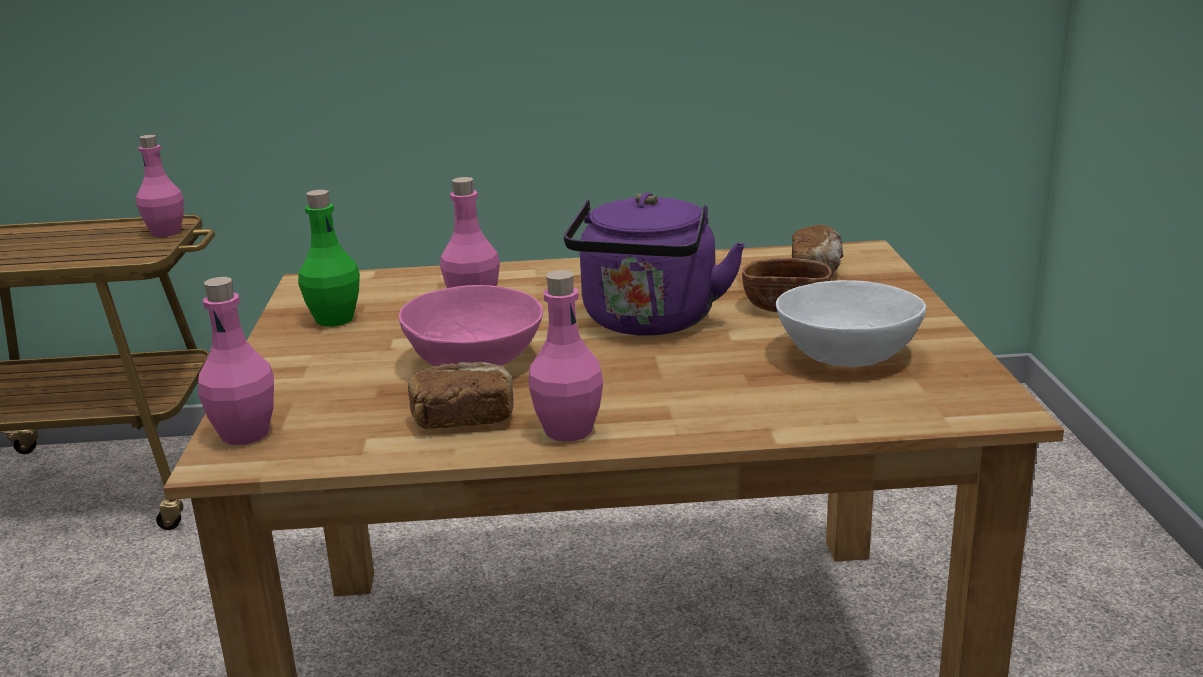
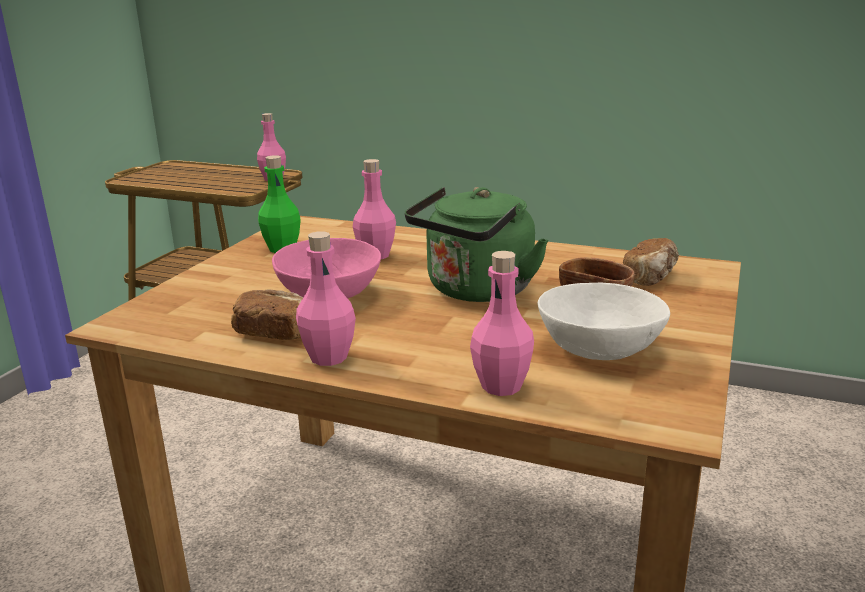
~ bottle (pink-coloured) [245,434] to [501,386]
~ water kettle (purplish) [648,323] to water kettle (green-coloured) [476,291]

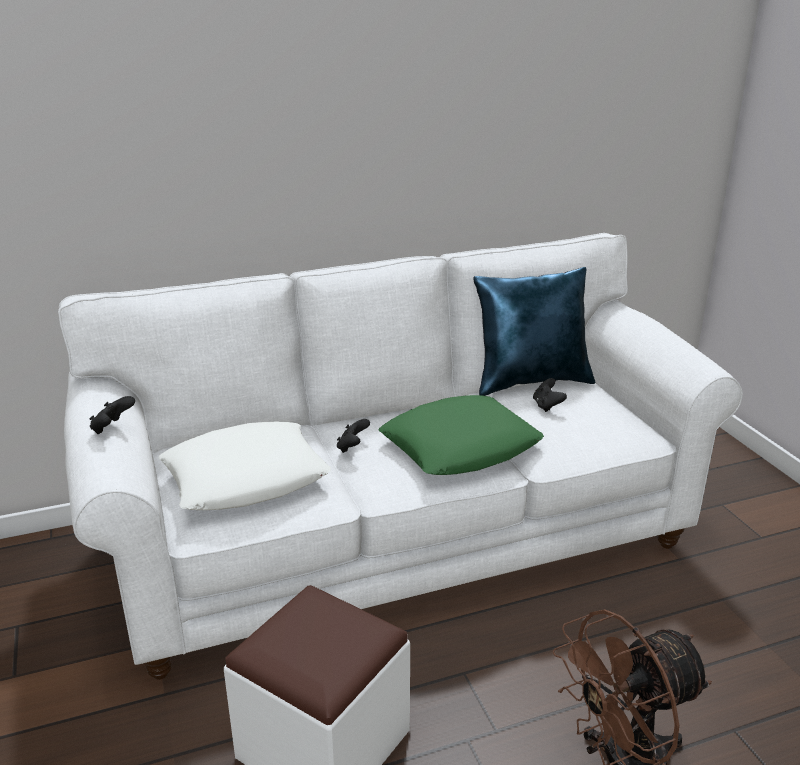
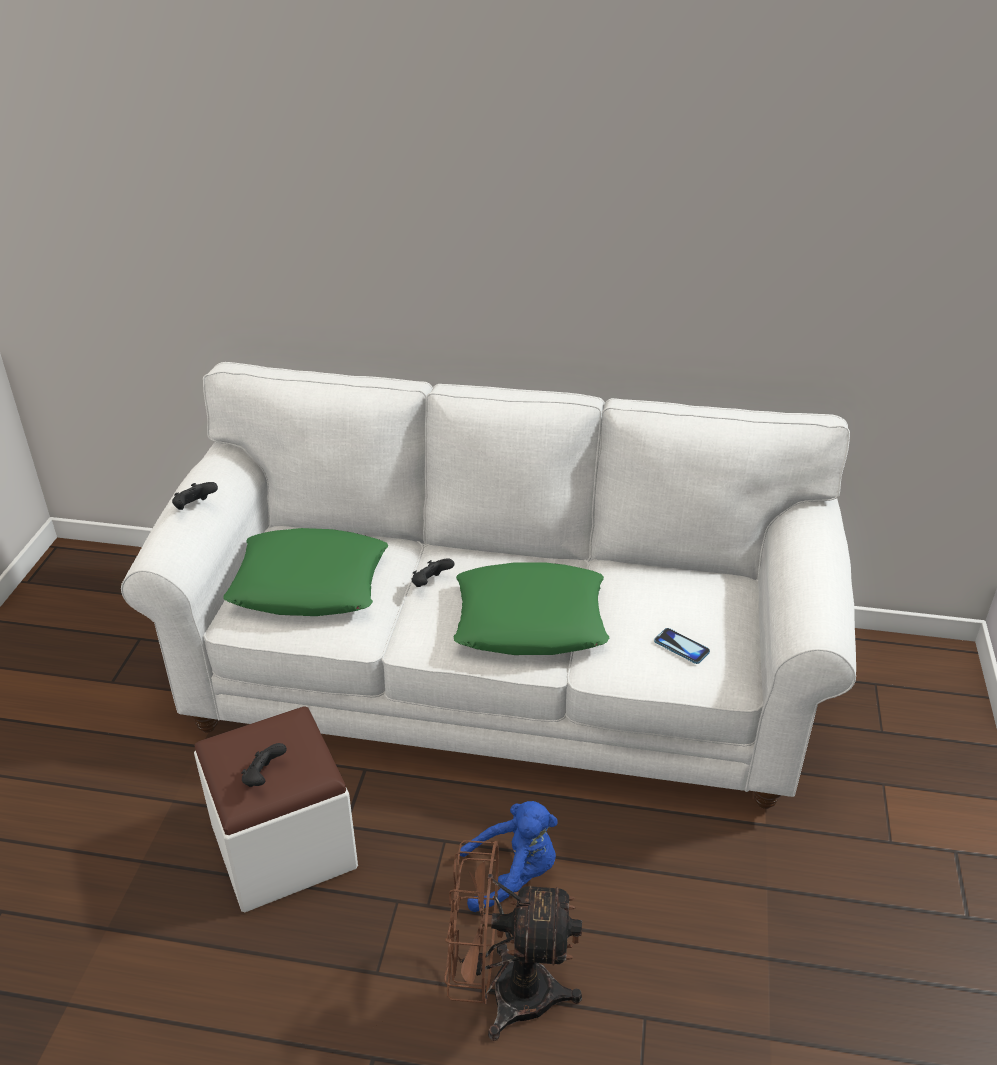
- pillow (blue) [531,381]
+ soft toy (blue) [513,875]
+ phone [681,647]
~ game controller (black-coloured) [547,406] to [264,777]
~ pillow (whitish) [246,477] to pillow (green-coloured) [310,584]

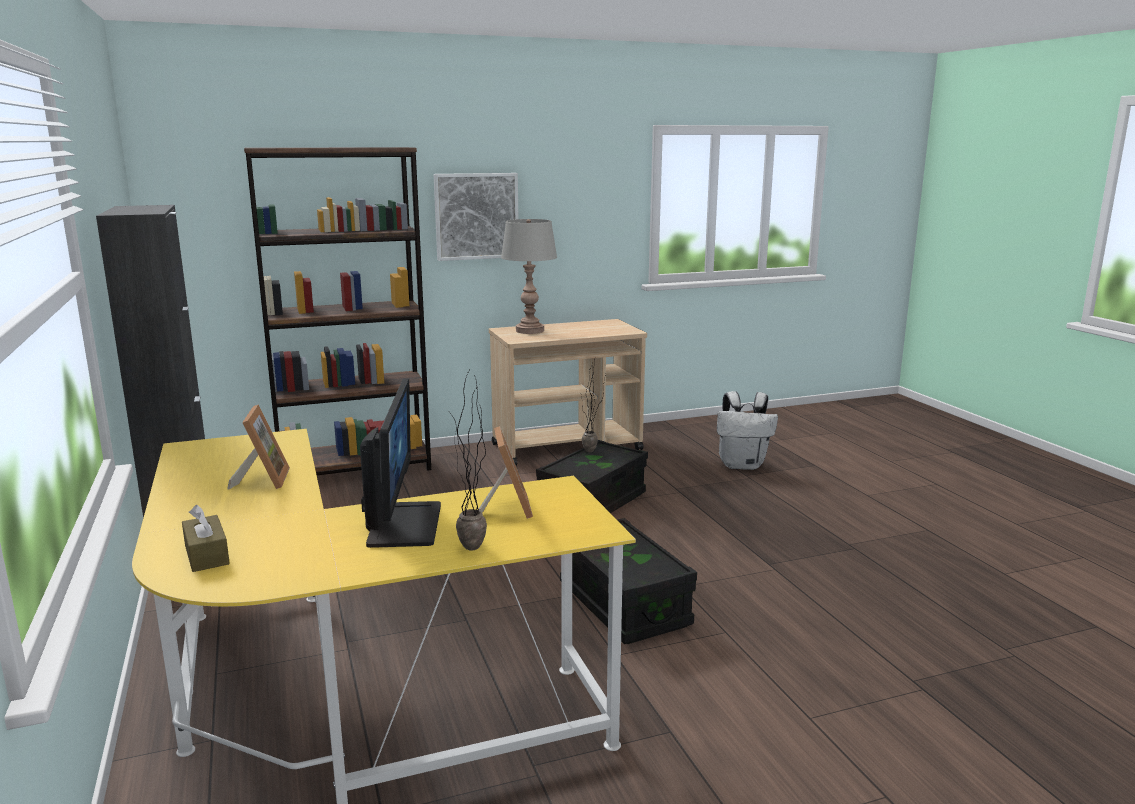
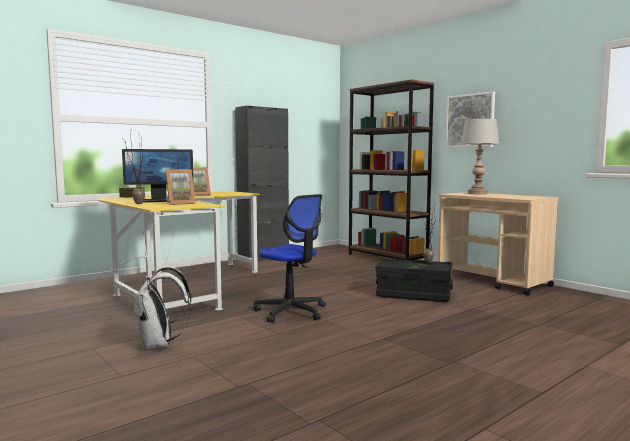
~ knapsack (whitish) [742,465] to [160,344]
~ storage box (black-coloured) [623,604] to desk chair [291,312]

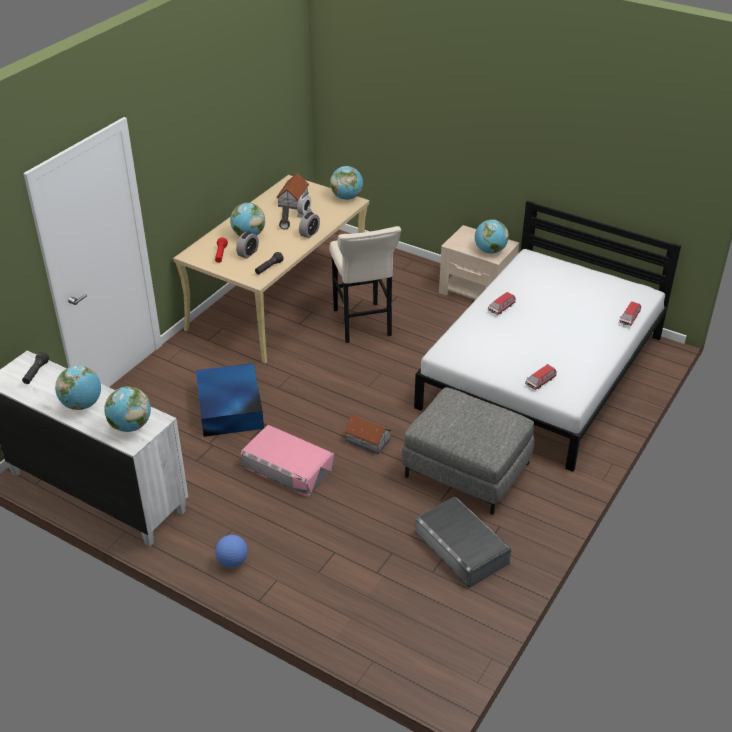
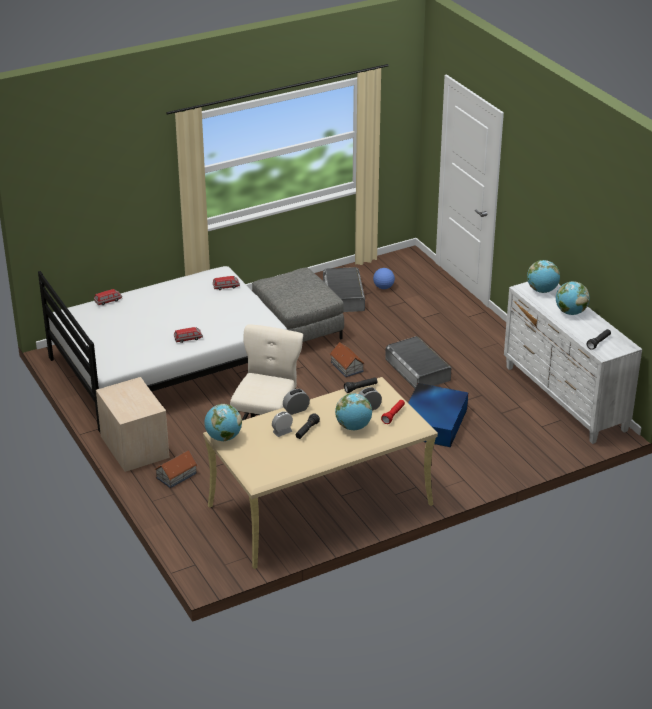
- globe [490,251]
~ football [232,561] to [383,287]
~ model house [293,199] to [176,475]
~ storage box (pink-coloured) [287,467] to storage box (gray) [418,369]

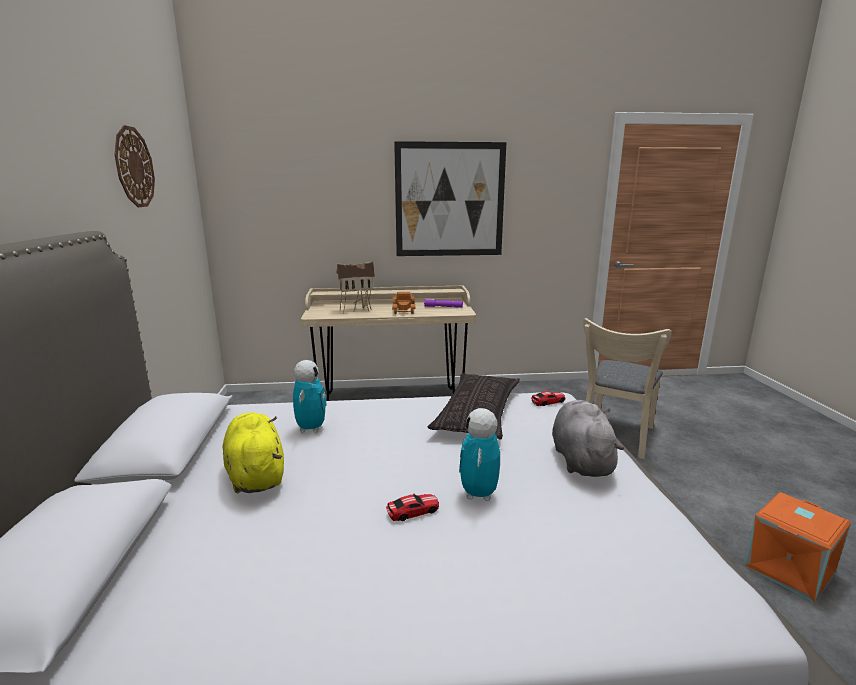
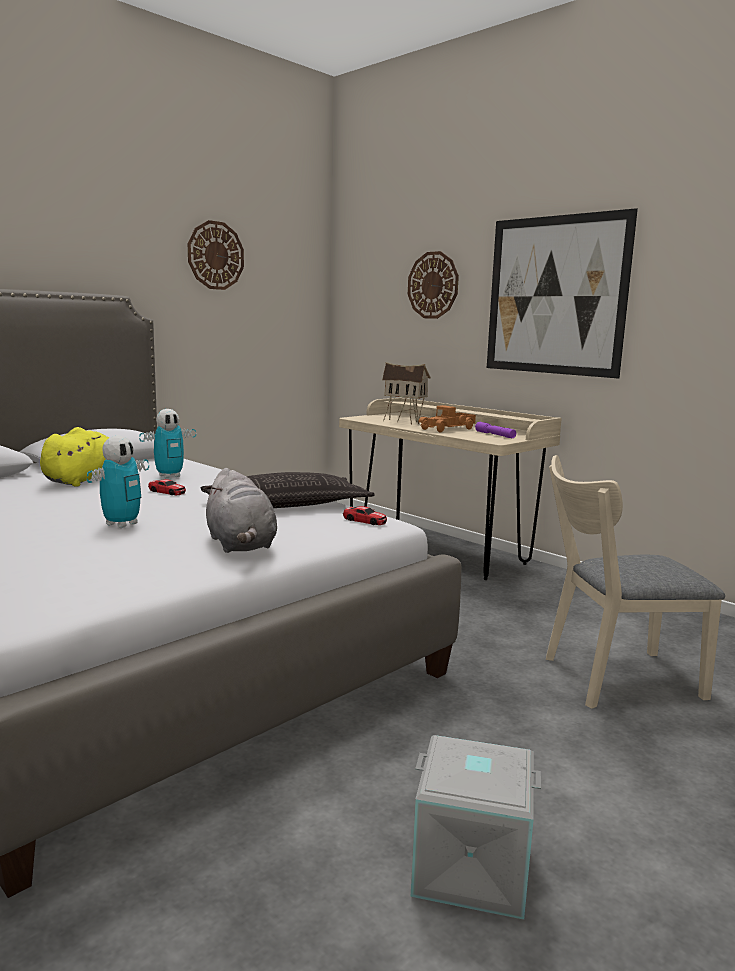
+ clock on the wall [433,285]
~ model car [413,511] to [167,492]
~ storage box (orange-coloured) [790,570] to storage box (gray) [470,868]
~ toy robot [478,494] = [122,524] 150 degrees clockwise
~ soft toy (gray) [581,459] = [241,545] 105 degrees clockwise

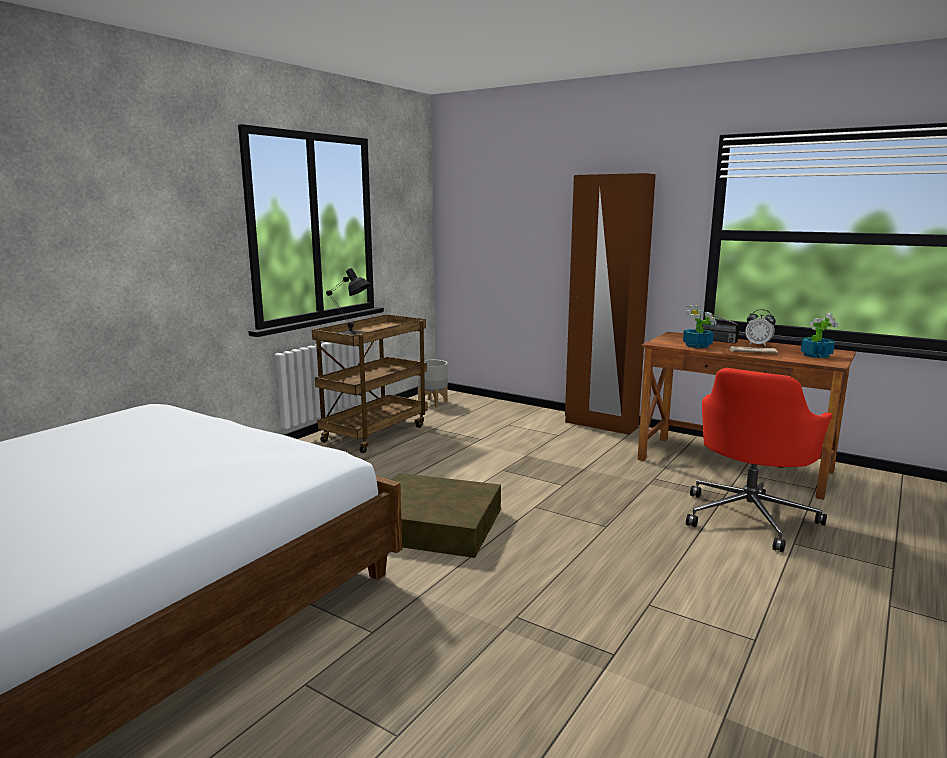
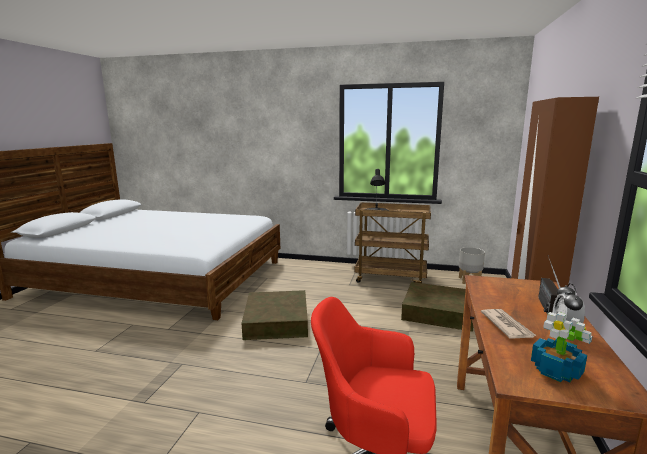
- potted plant [697,346]
+ storage box (brown-coloured) [438,312]

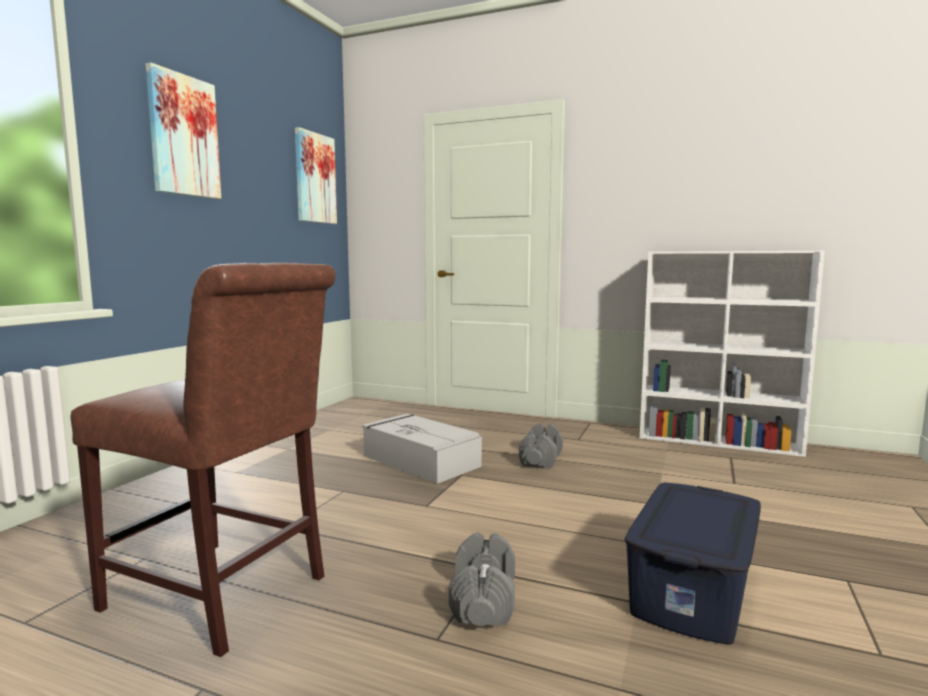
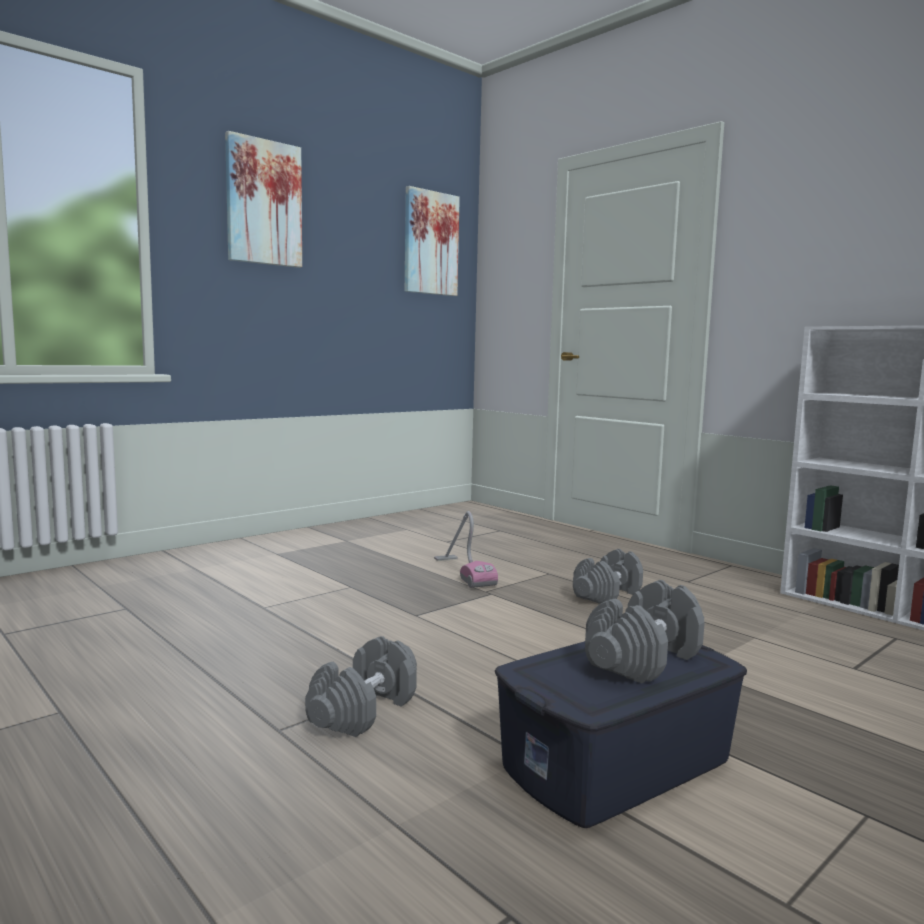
- chair (brown-coloured) [223,596]
+ hand weight (gray) [644,659]
~ storage box (gray) [419,460] to vacuum [463,572]

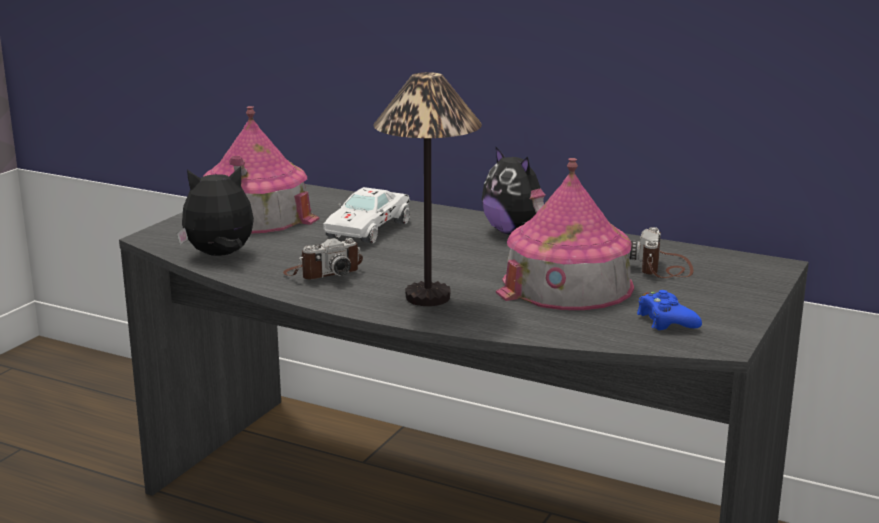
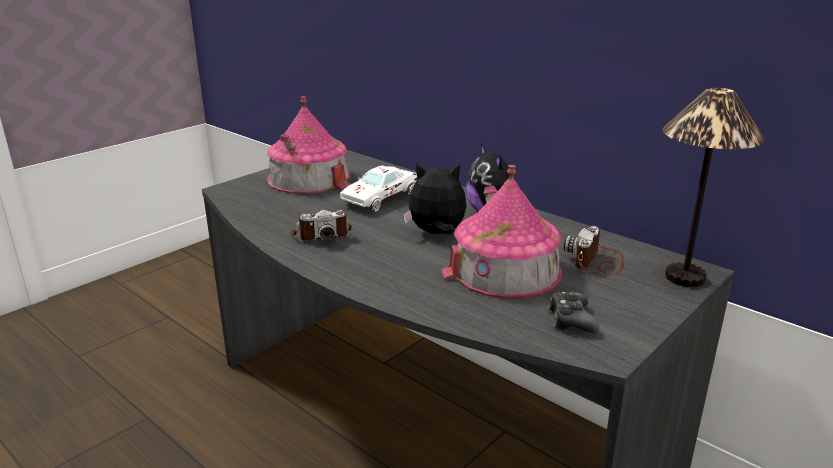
~ soft toy [220,256] to [436,233]
~ tabletop lamp [429,297] to [685,277]
~ game controller (blue) [666,320] to game controller (black-coloured) [571,319]

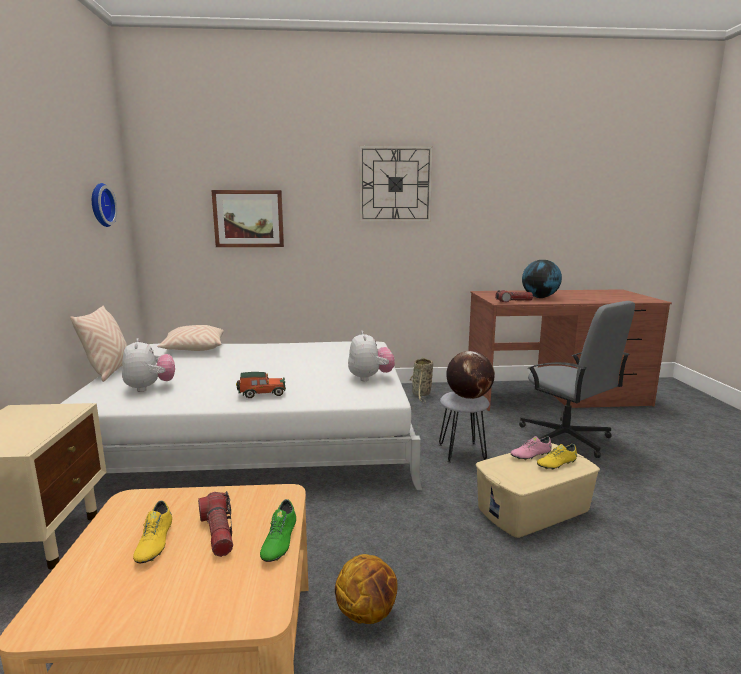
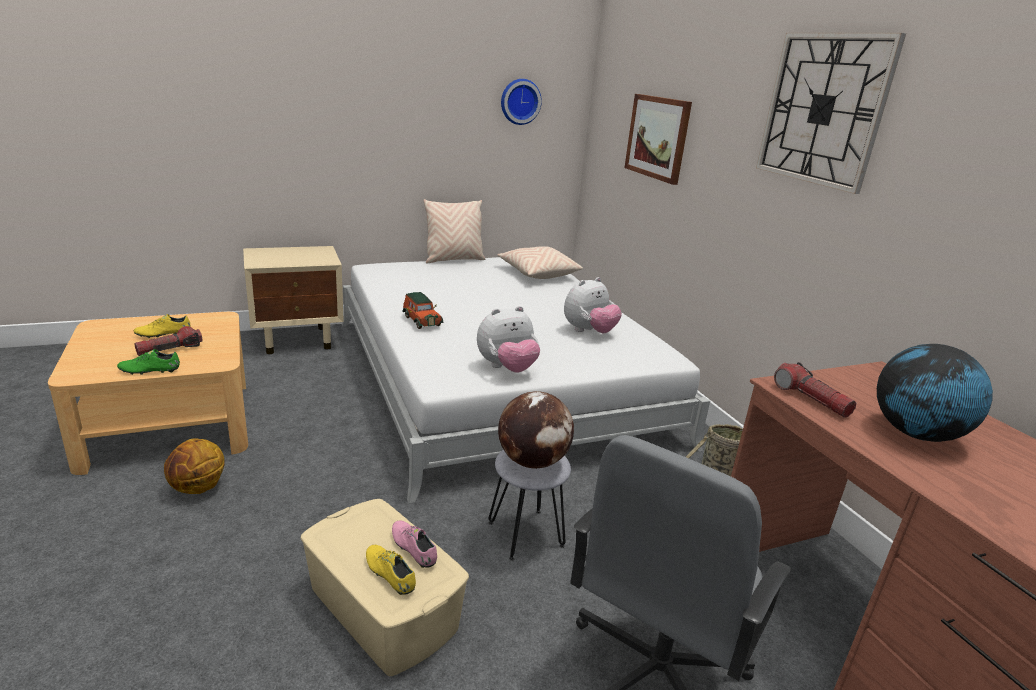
~ soft toy [150,388] to [589,332]

